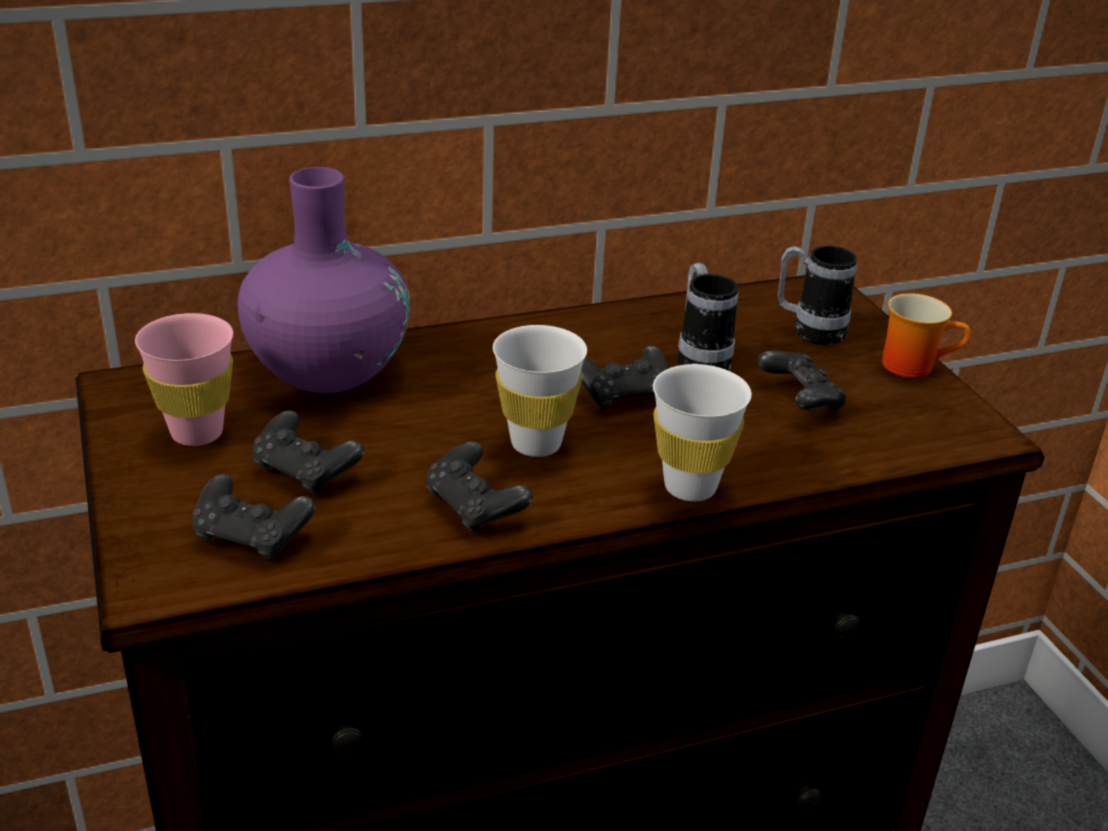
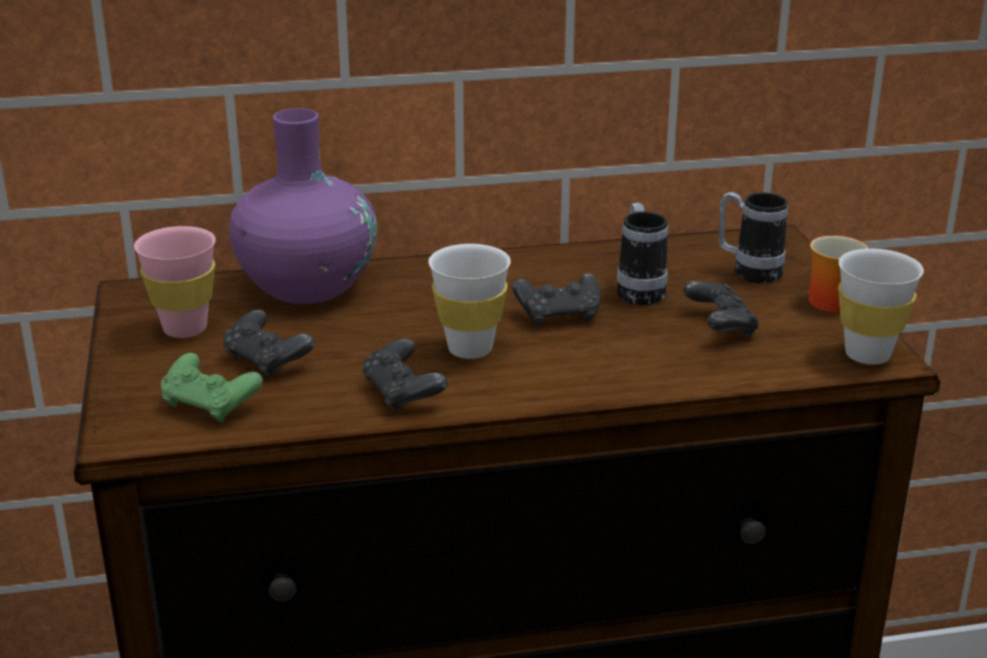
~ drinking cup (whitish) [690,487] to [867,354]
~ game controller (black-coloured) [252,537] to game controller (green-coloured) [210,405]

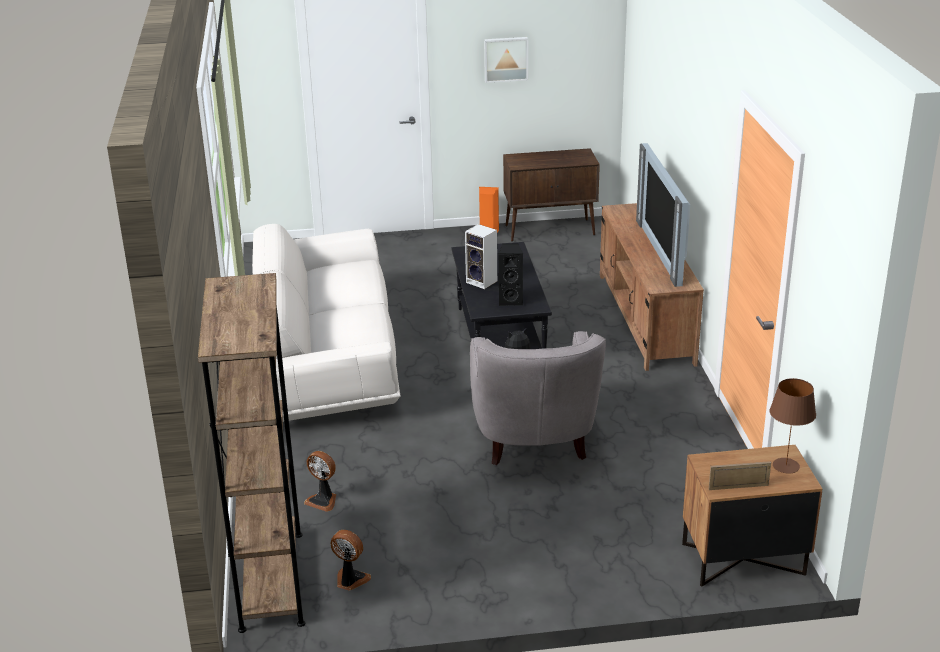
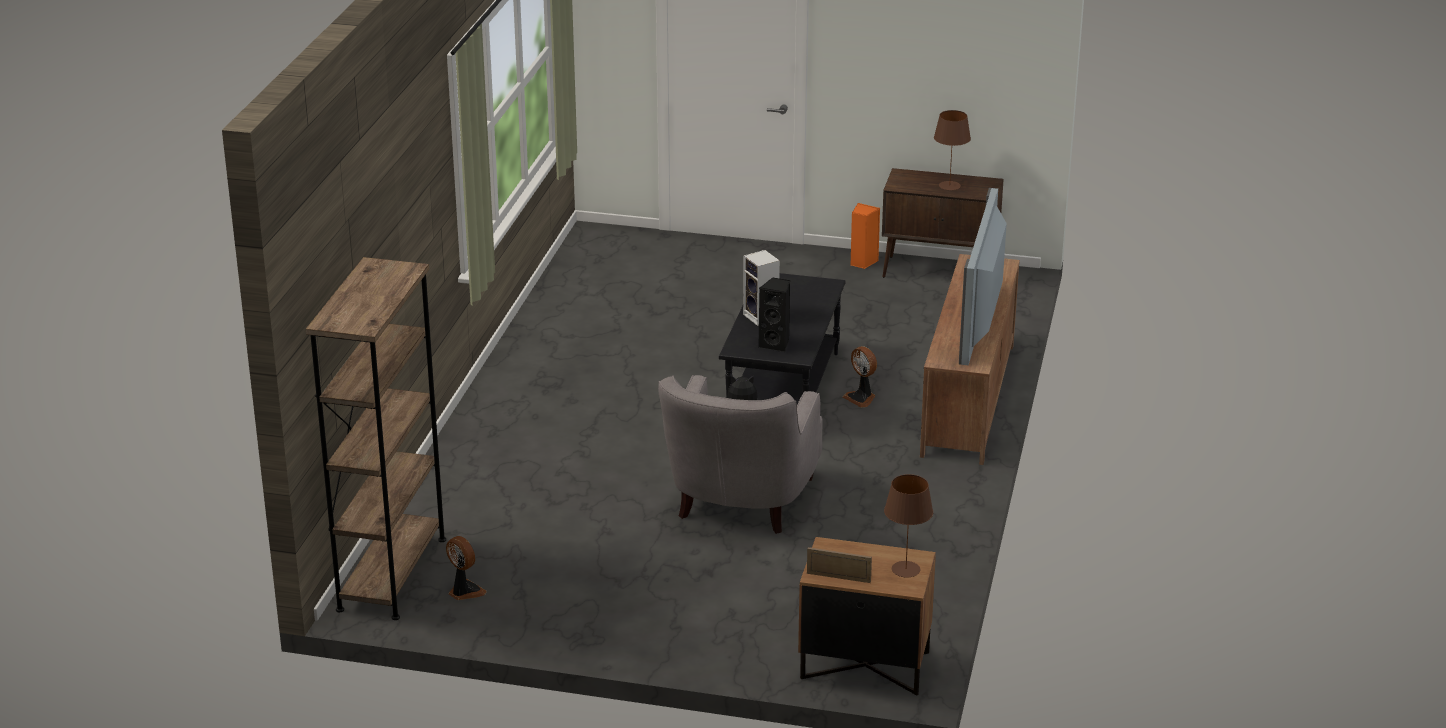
- sofa (whitish) [327,360]
- wall art [505,59]
+ tabletop lamp (brown-coloured) [949,186]
~ electric fan [323,500] to [861,398]

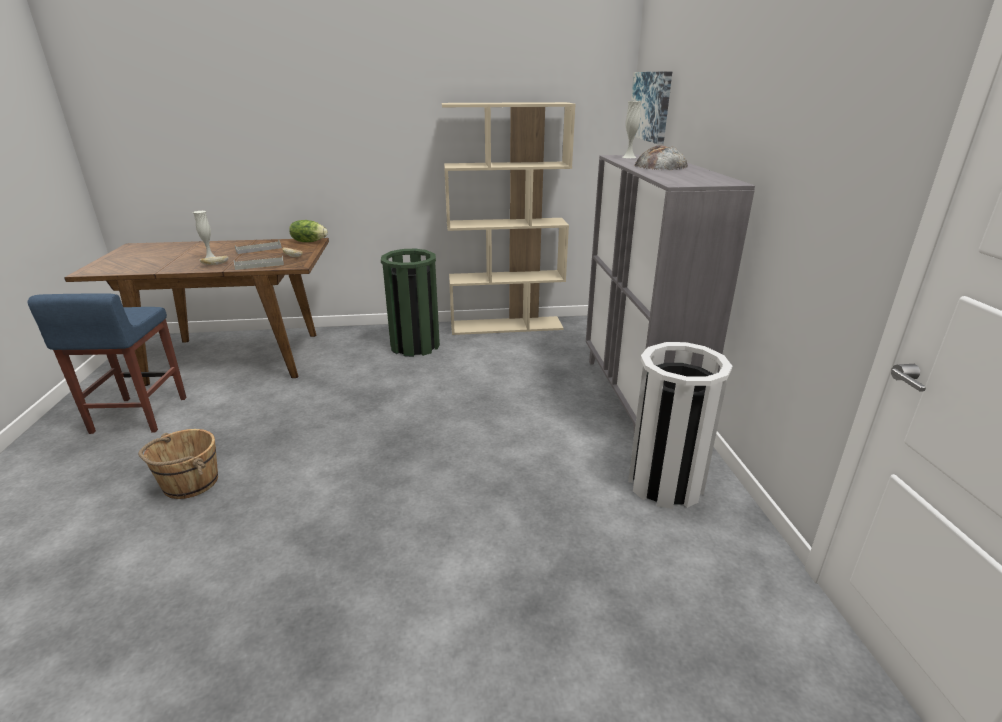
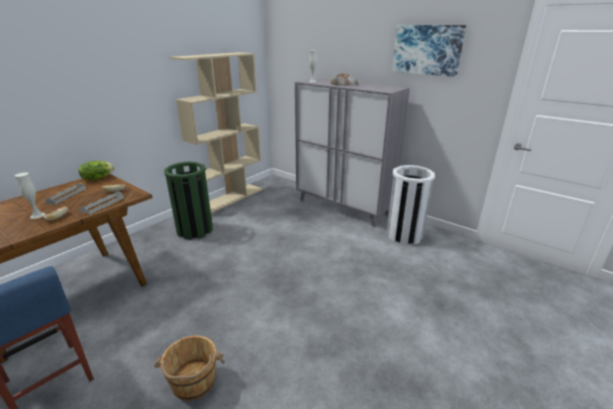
~ wall art [651,106] to [427,50]

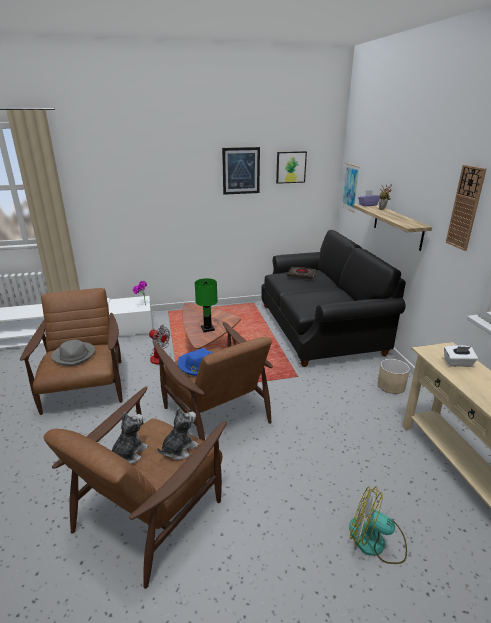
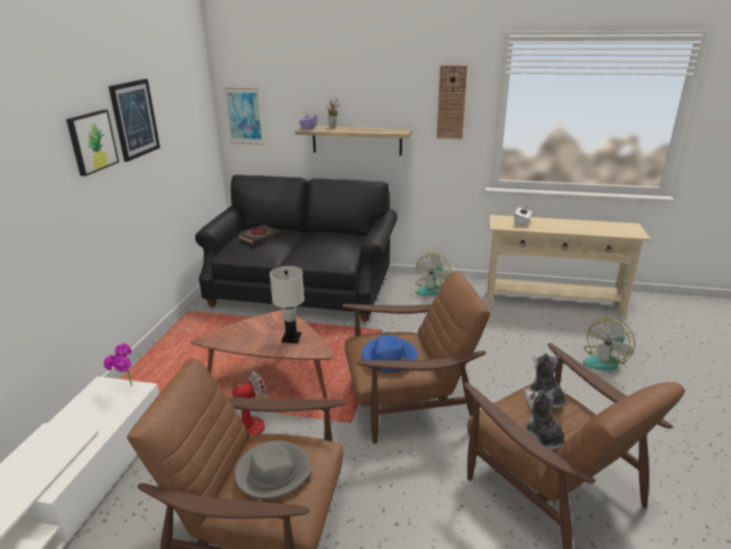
~ wall art [290,167] to [91,142]
~ plant pot (sand-coloured) [391,386] to electric fan [431,289]
~ tabletop lamp (green-coloured) [208,328] to tabletop lamp (whitish) [291,338]

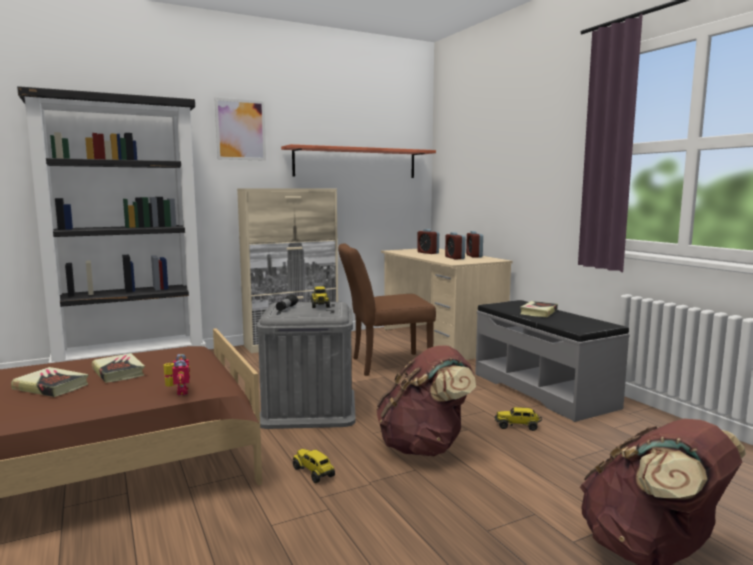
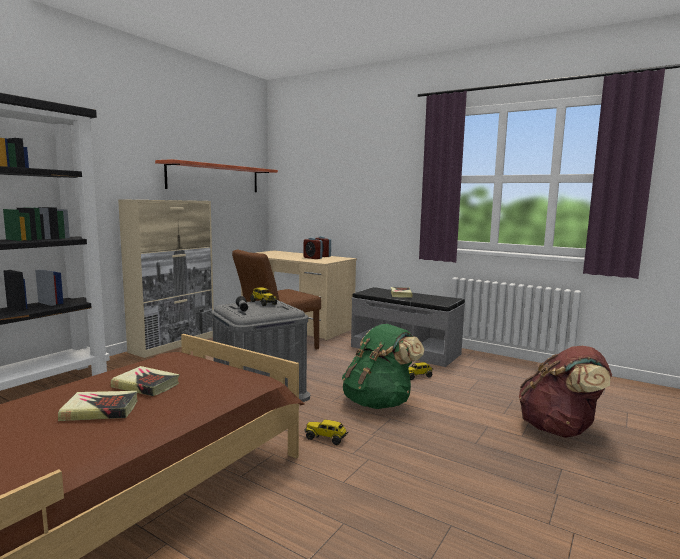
- toy robot [178,392]
- wall art [240,130]
- alarm clock [428,253]
~ knapsack (brown-coloured) [424,447] to knapsack (green-coloured) [379,402]

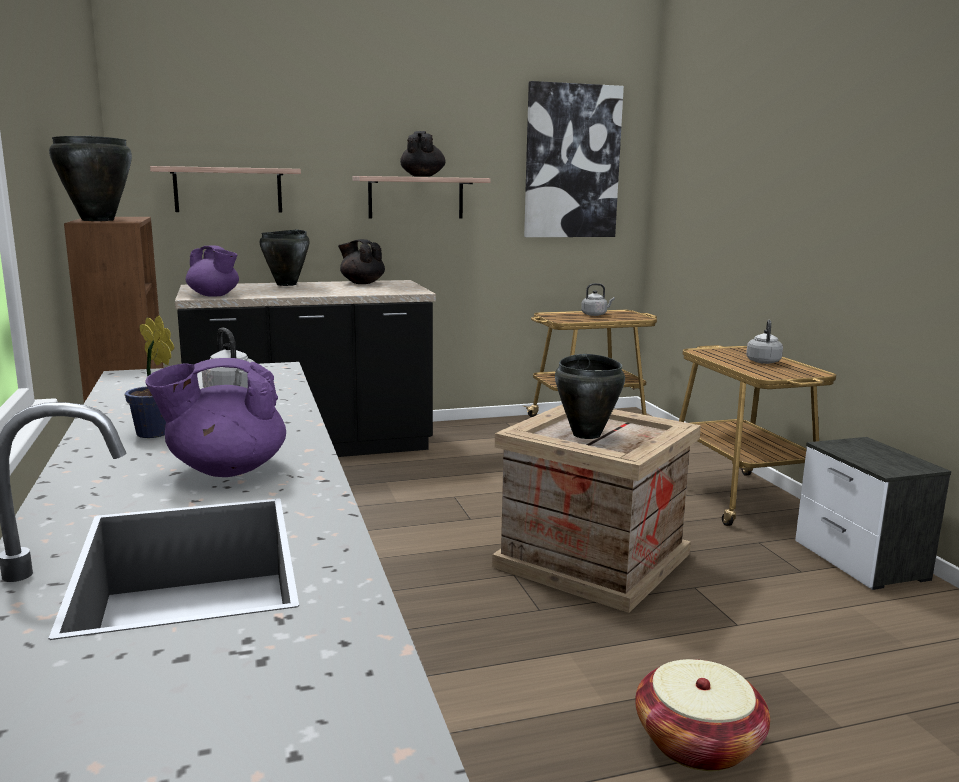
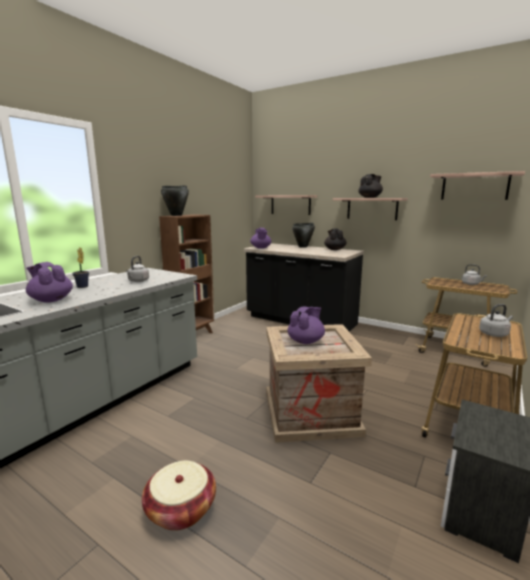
~ wall art [572,162] to shelf [474,187]
~ stockpot (black-coloured) [587,434] to tea pot (purplish) [306,341]

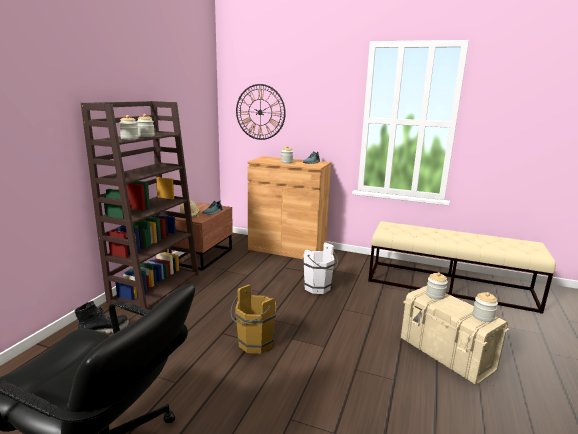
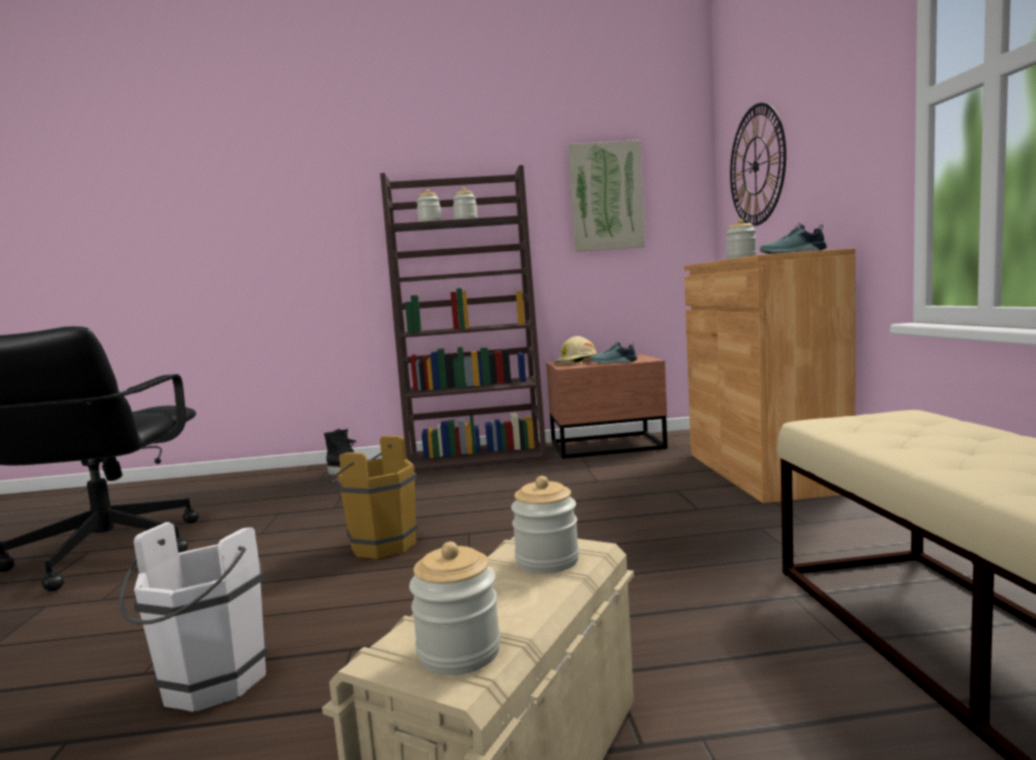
+ wall art [606,197]
~ bucket (whitish) [318,288] to [209,685]

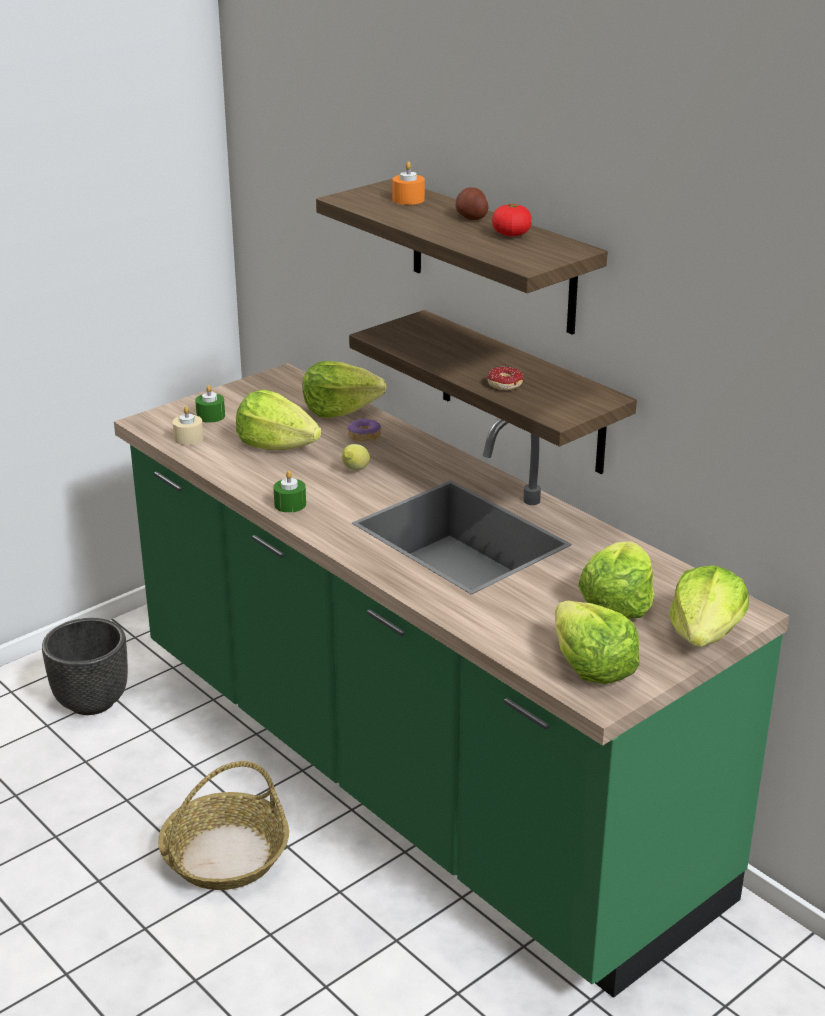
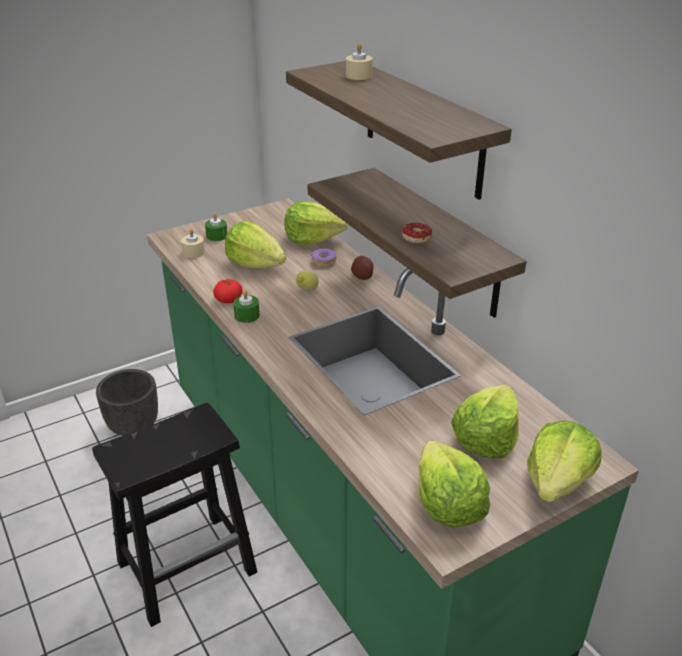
~ potato [471,217] to [362,276]
~ fresh tomato [511,234] to [228,300]
~ storage basket [226,855] to stool seat (black-coloured) [188,566]
~ wax light (orange-coloured) [408,199] to wax light (sand-coloured) [359,76]

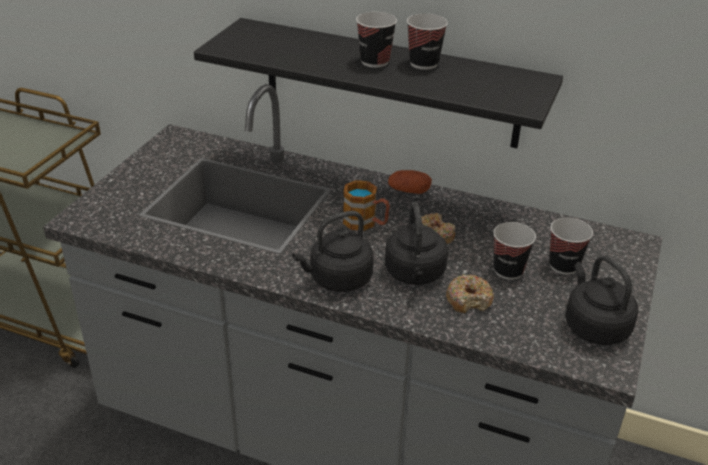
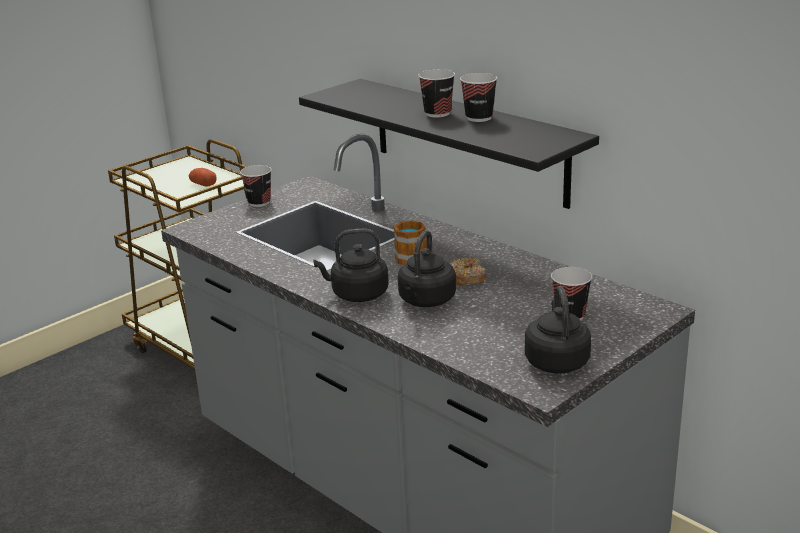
- donut [469,300]
~ potato [408,191] to [203,185]
~ drinking cup [508,270] to [259,202]

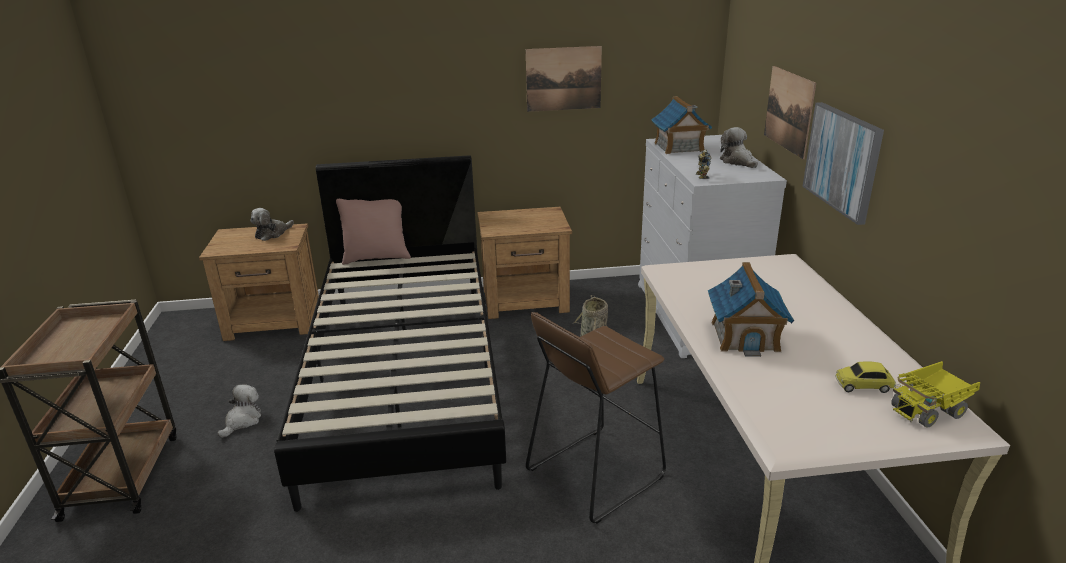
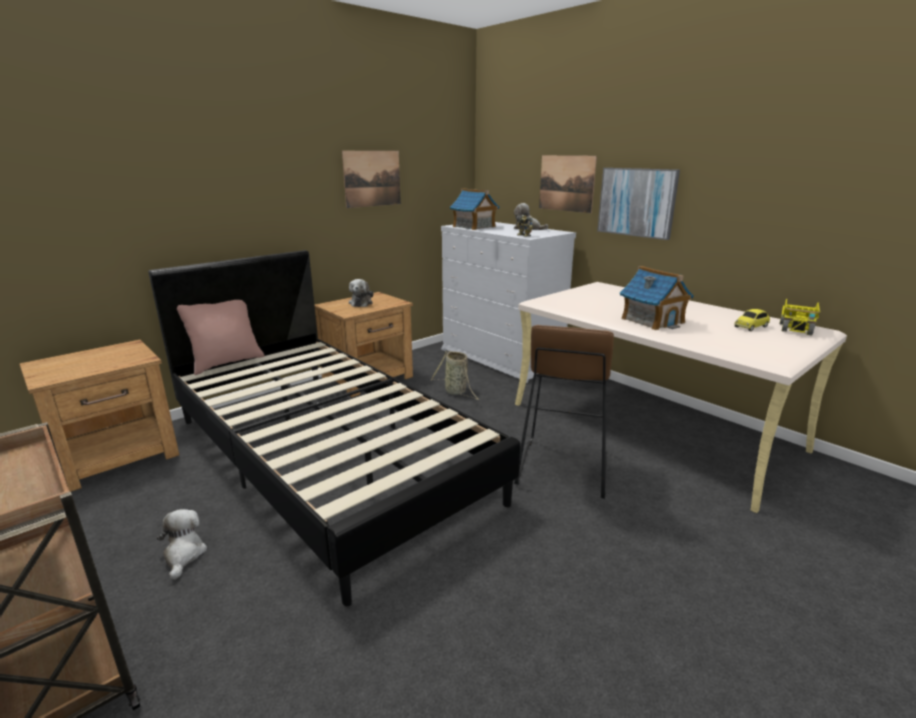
~ soft toy [272,234] to [361,303]

